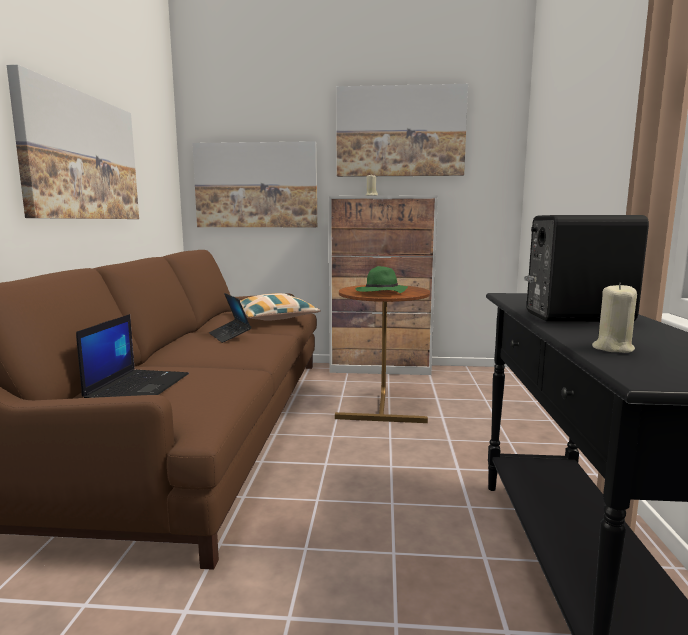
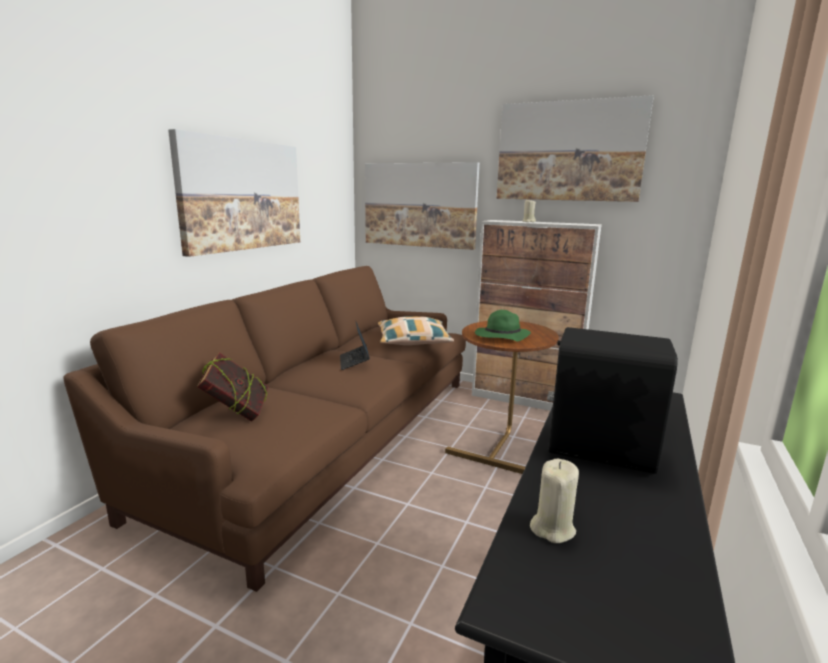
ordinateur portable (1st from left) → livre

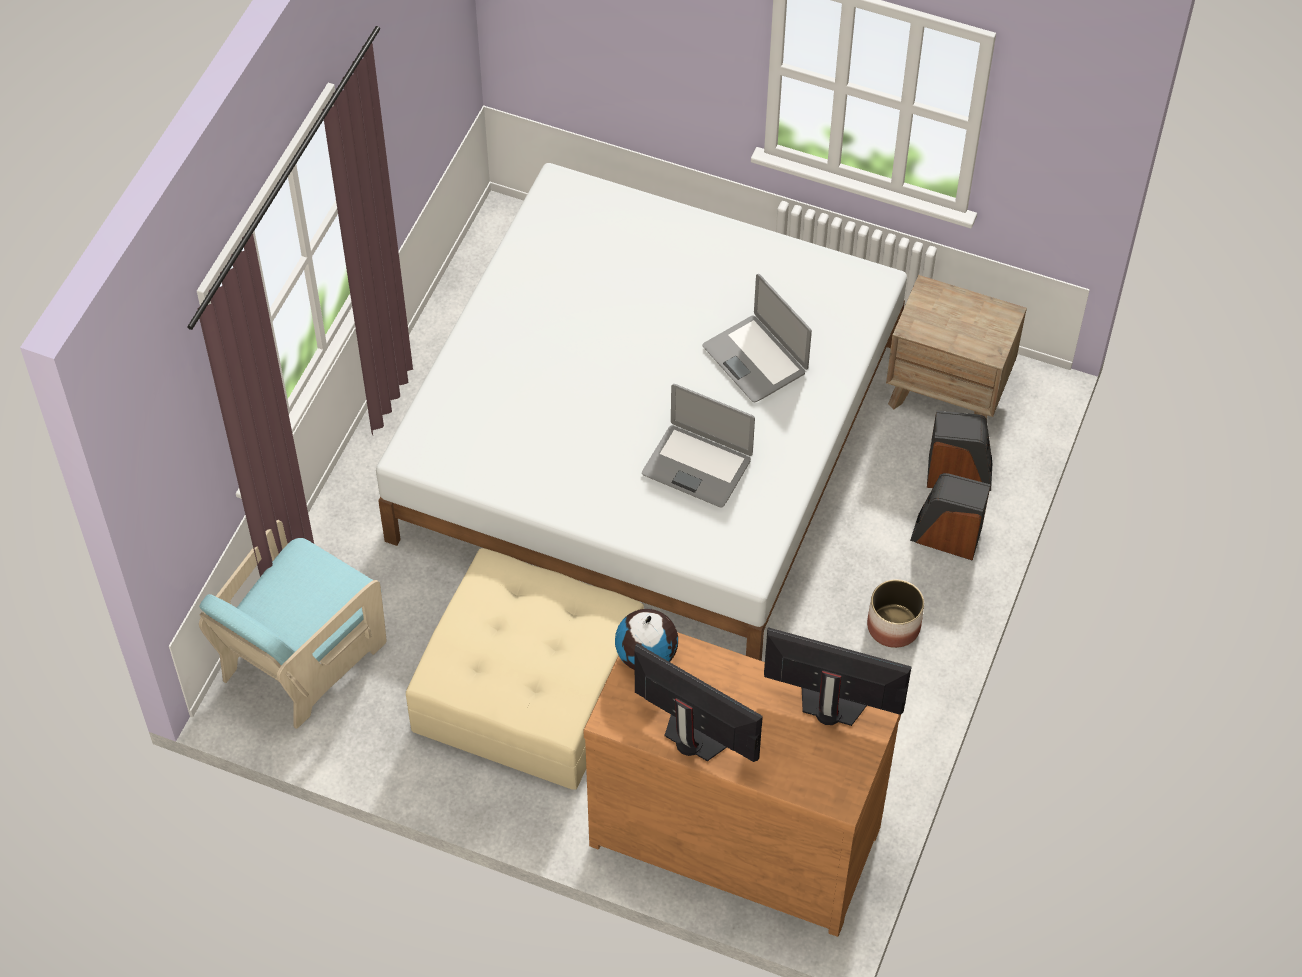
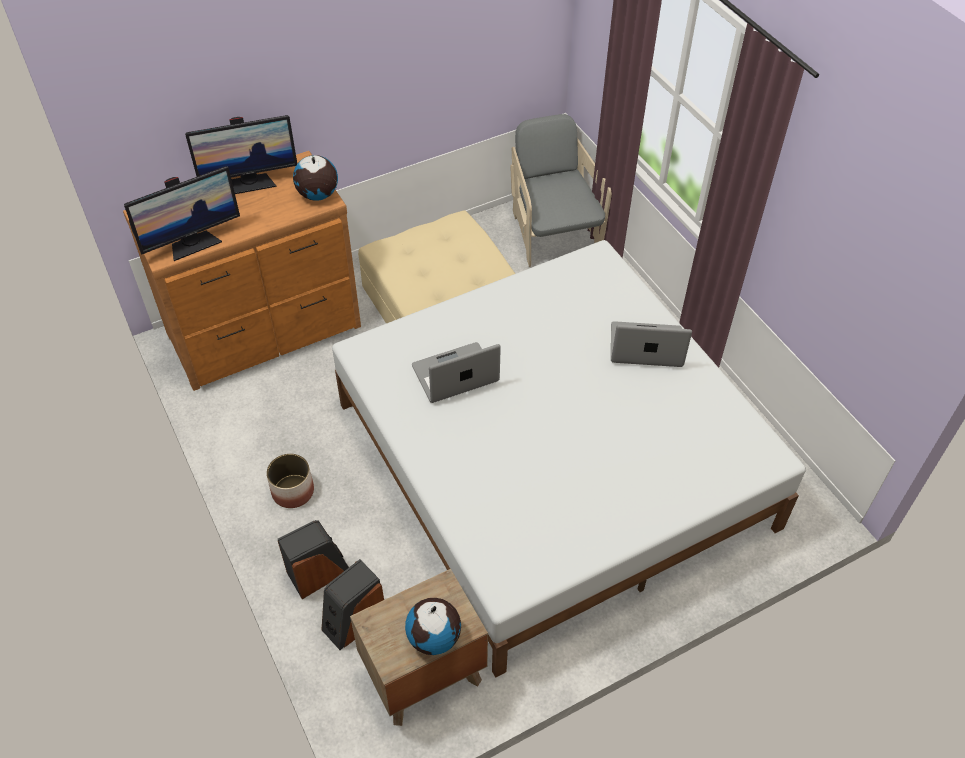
fauteuil [turquoise] → fauteuil [gris]
ordinateur portable (2nd from left), move
- → globe (2nd from left)

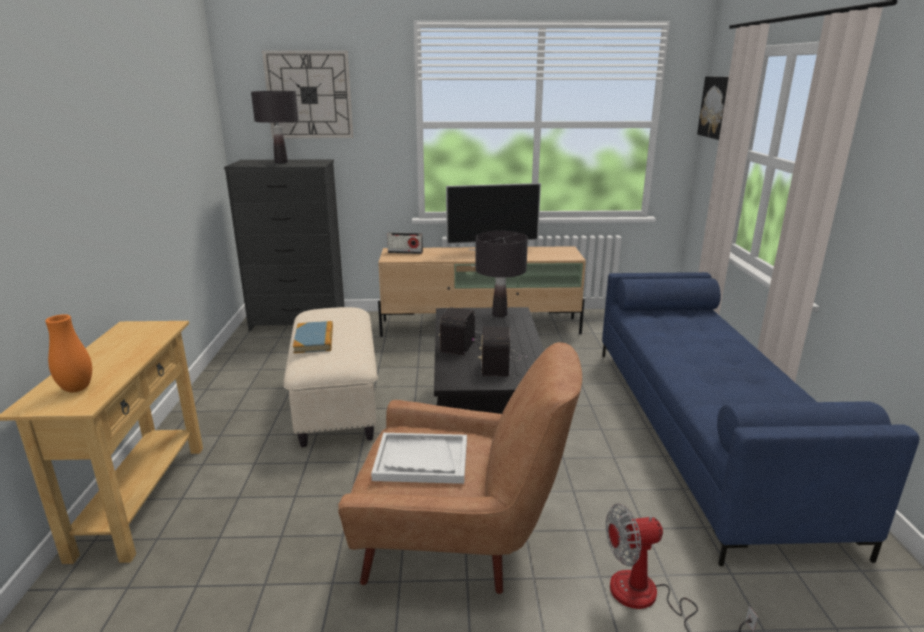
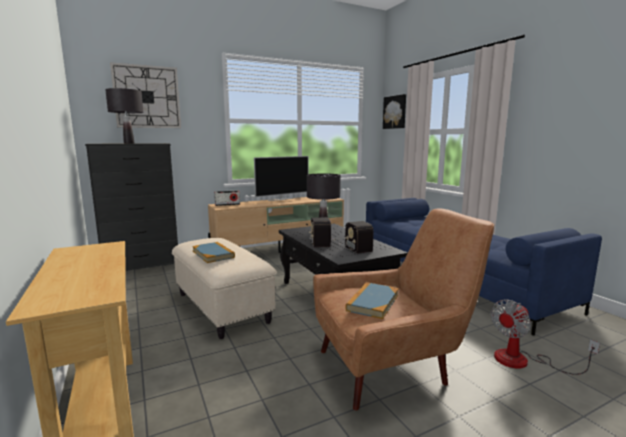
vase [orange] → -
plateau [blanc] → livre (2nd from left)

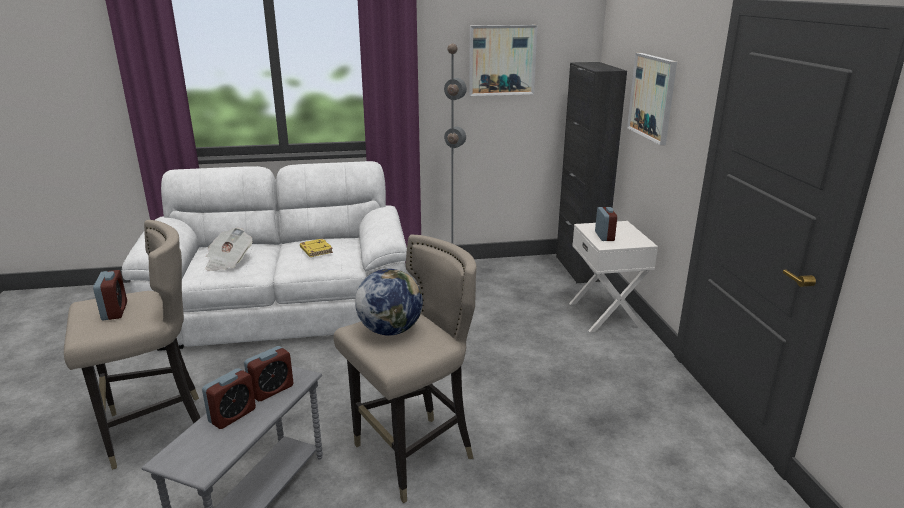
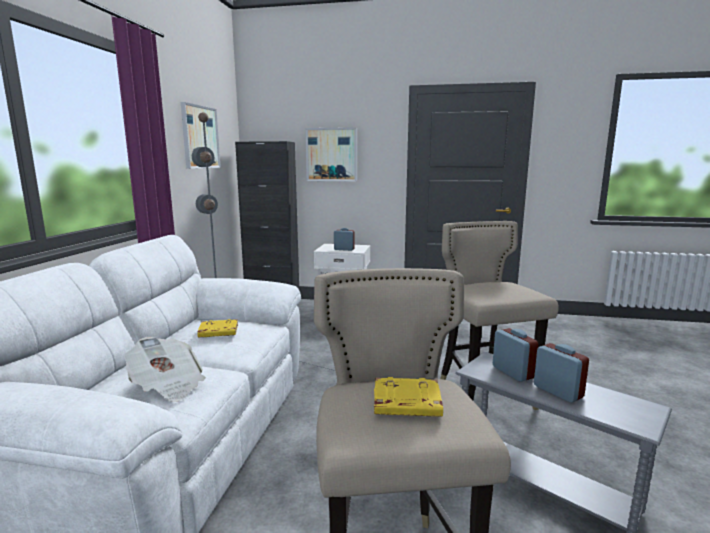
réveil (1st from left) → livre [jaune] (2nd from left)
globe → -

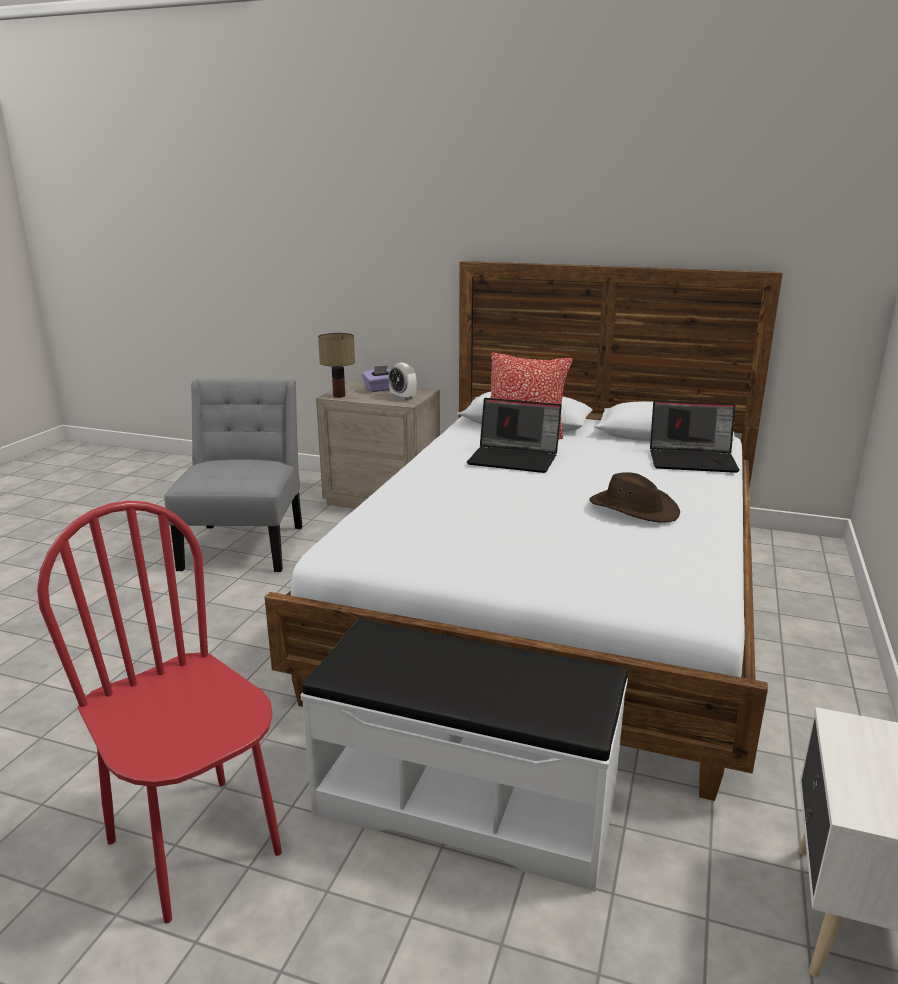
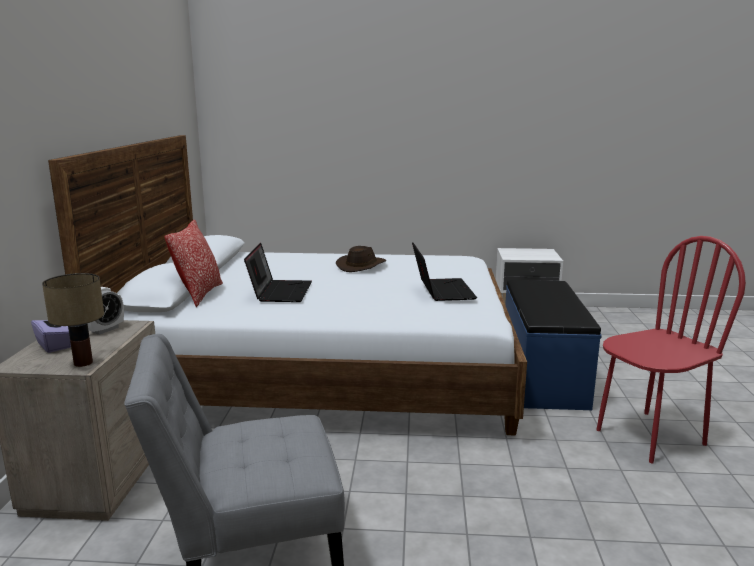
chaise [rouge], 150 degrees counterclockwise
banc [blanc] → banc [bleu]
ordinateur portable (2nd from left), move

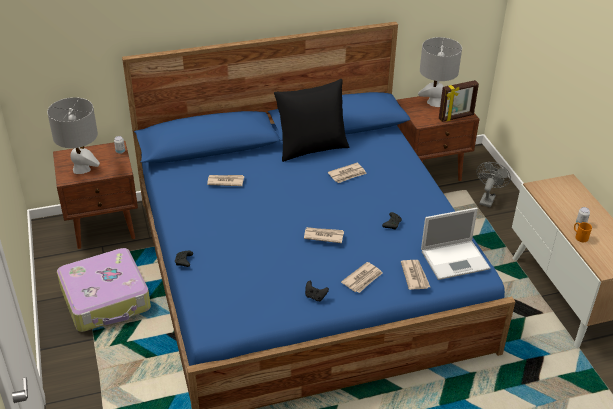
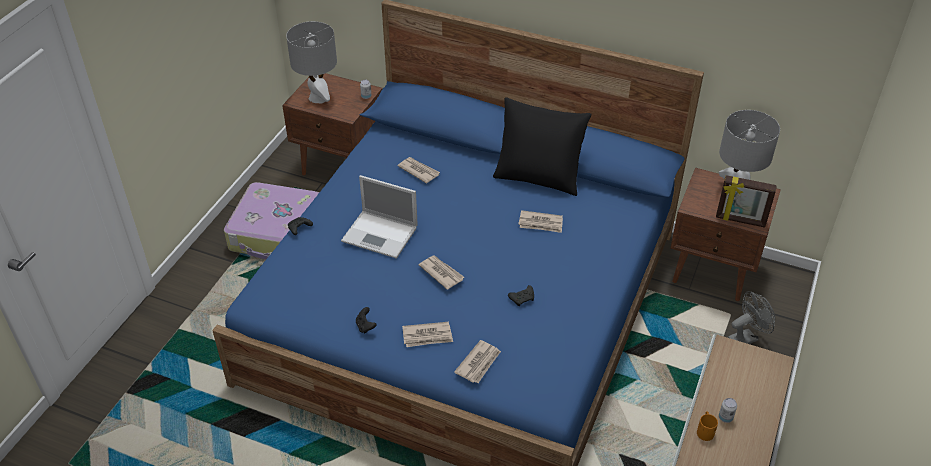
ordinateur portable, move

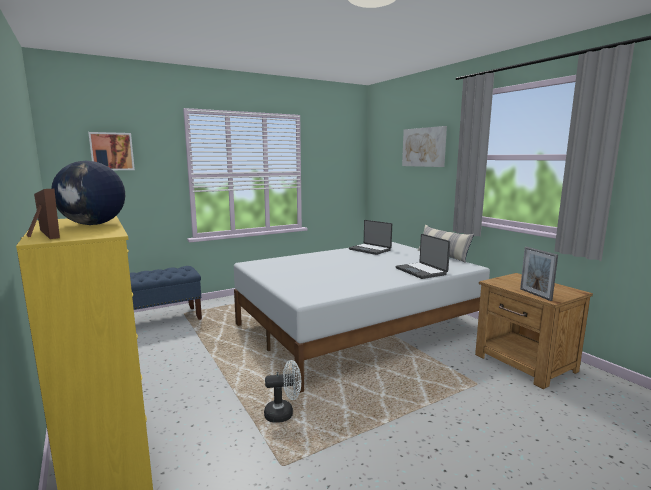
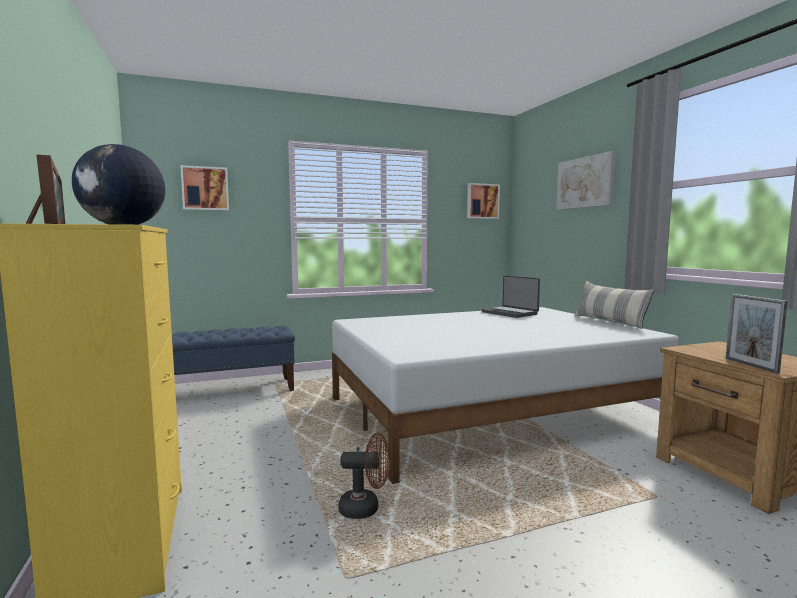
ventilateur [blanc] → ventilateur [marron]
ordinateur portable (2nd from left) → -
- → tableau (2nd from left)

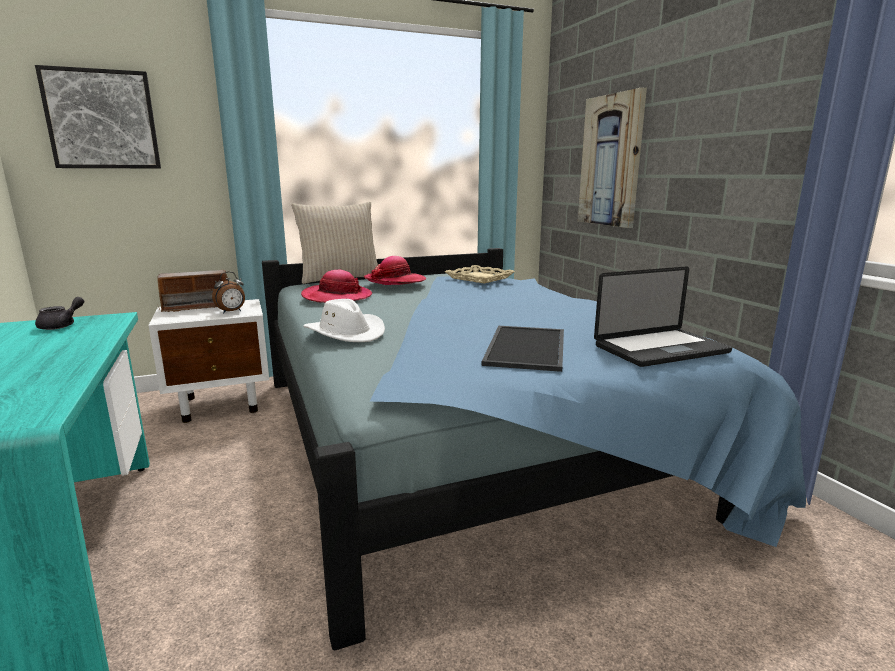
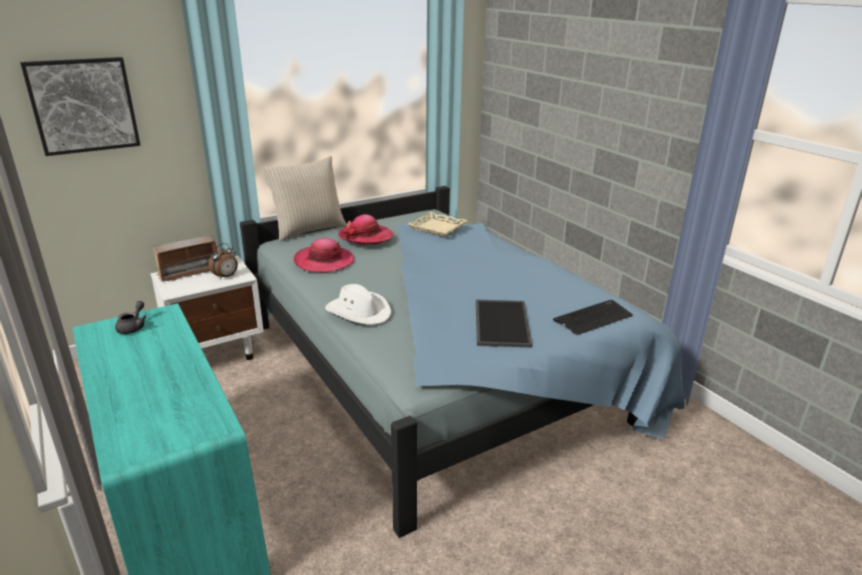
tableau (2nd from left) → -
ordinateur portable → clavier

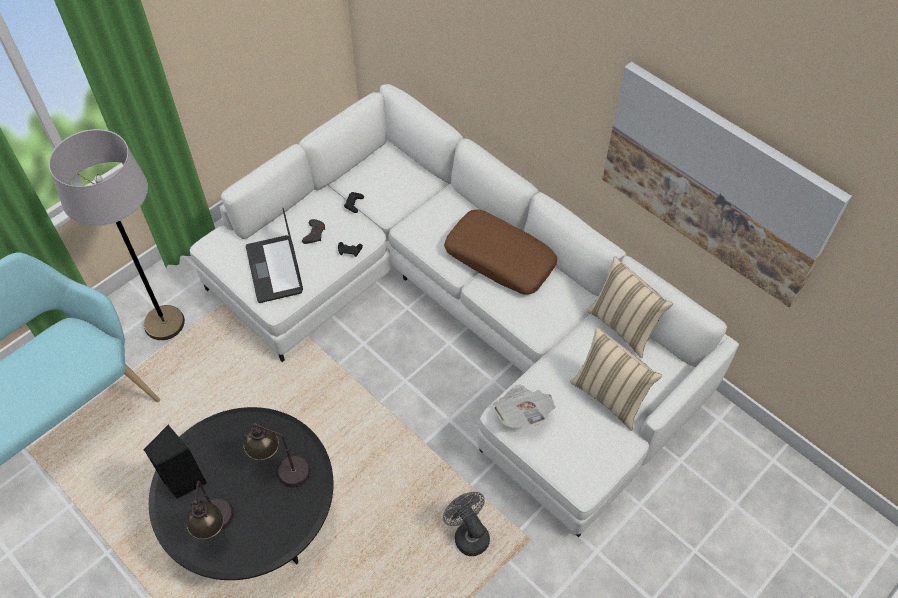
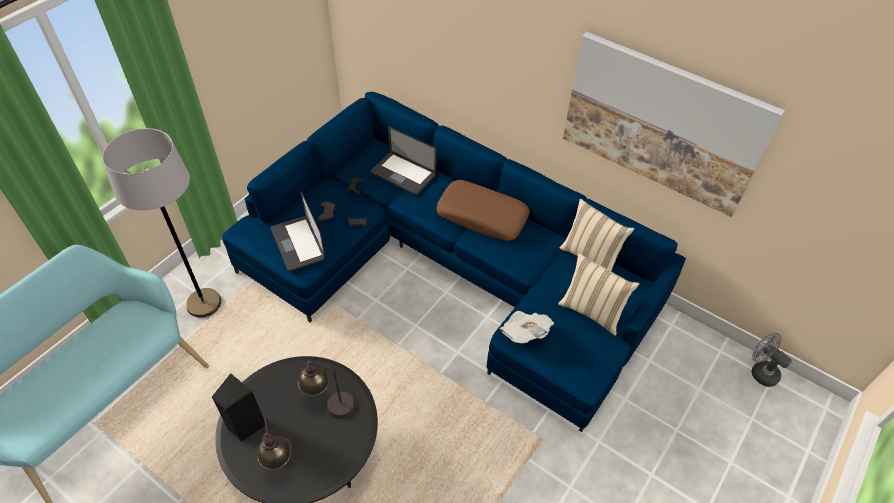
canapé [blanc] → canapé [bleu]
ventilateur [gris], move
- → ordinateur portable (2nd from left)

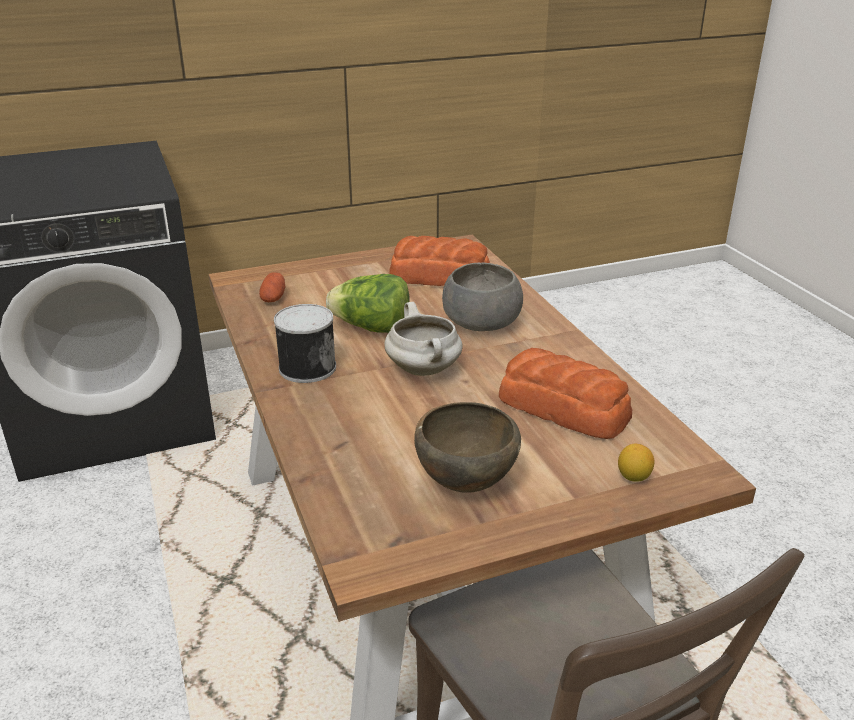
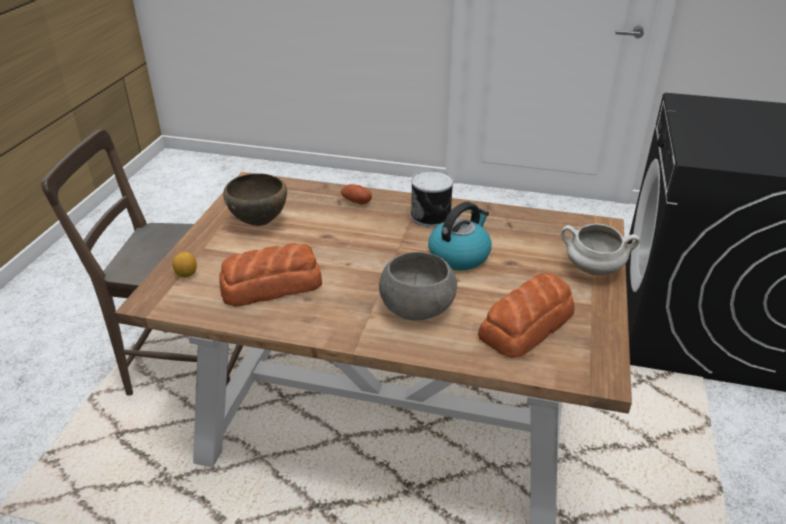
pomme de terre, move
laitue → bouilloire
marmite [blanc], move

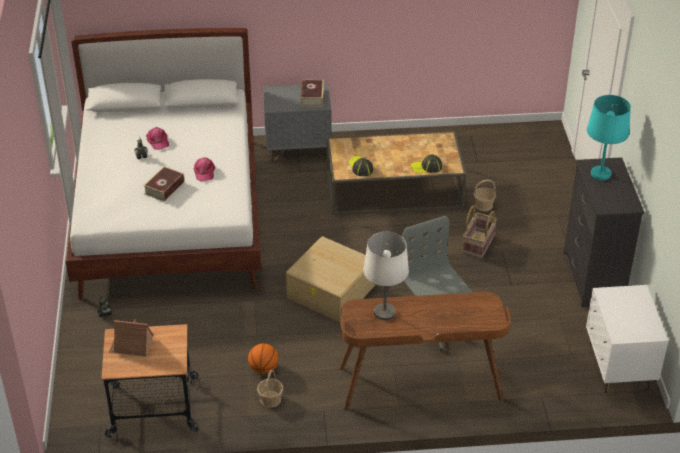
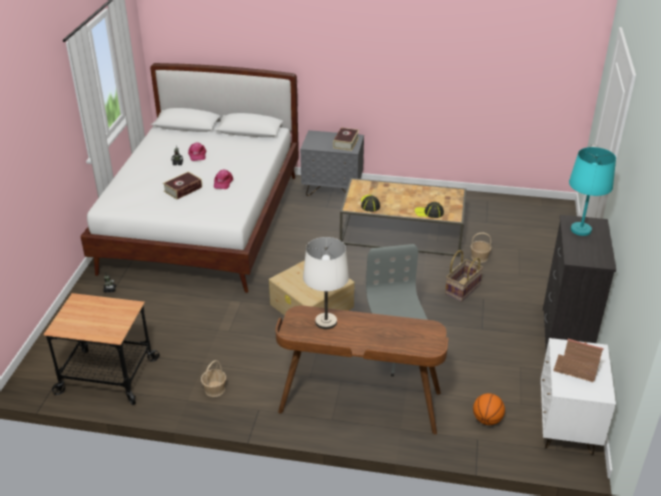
maison miniature, move
ballon de basket, move

